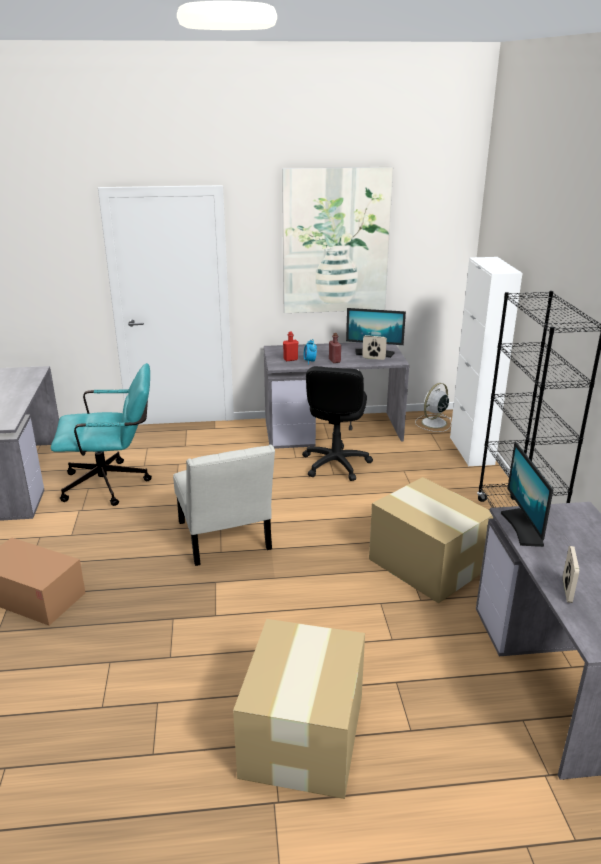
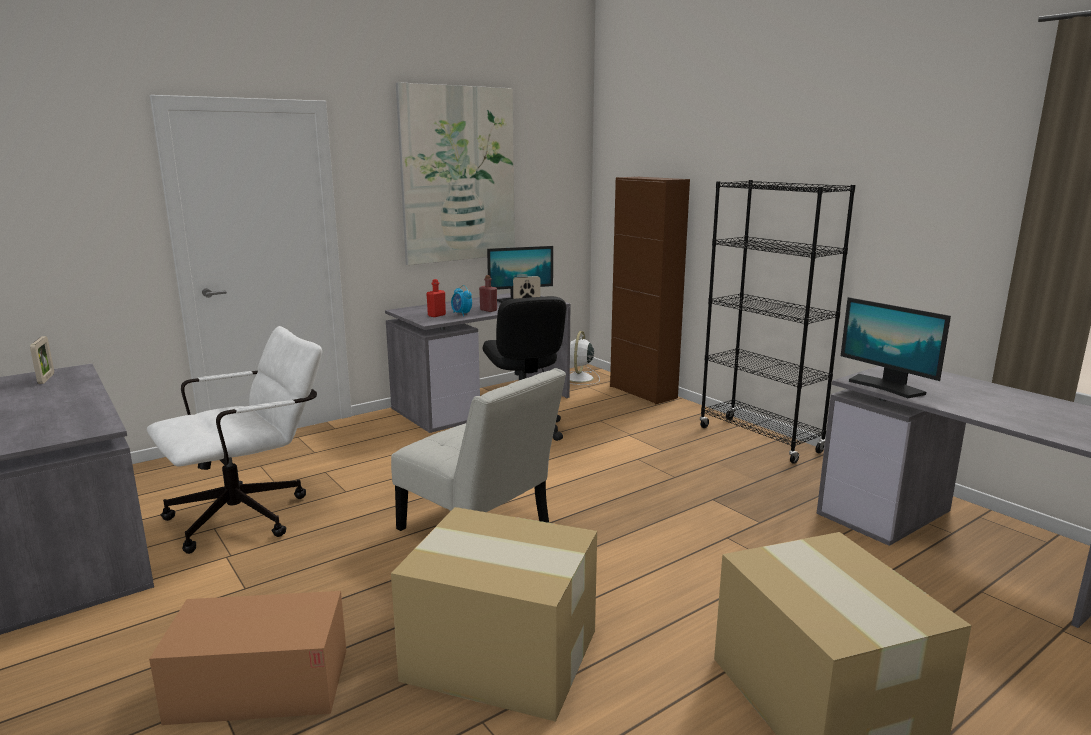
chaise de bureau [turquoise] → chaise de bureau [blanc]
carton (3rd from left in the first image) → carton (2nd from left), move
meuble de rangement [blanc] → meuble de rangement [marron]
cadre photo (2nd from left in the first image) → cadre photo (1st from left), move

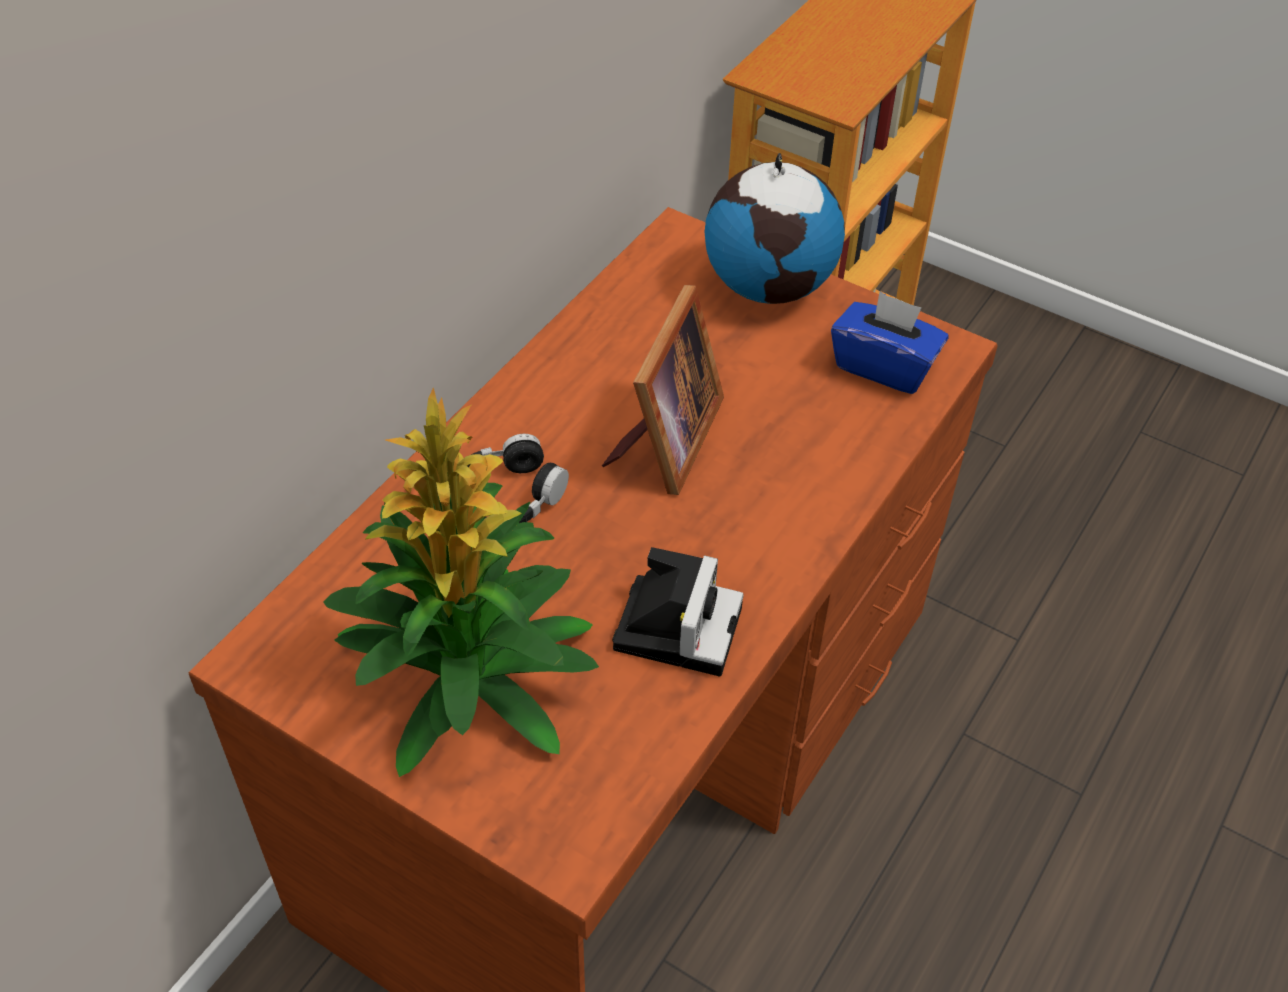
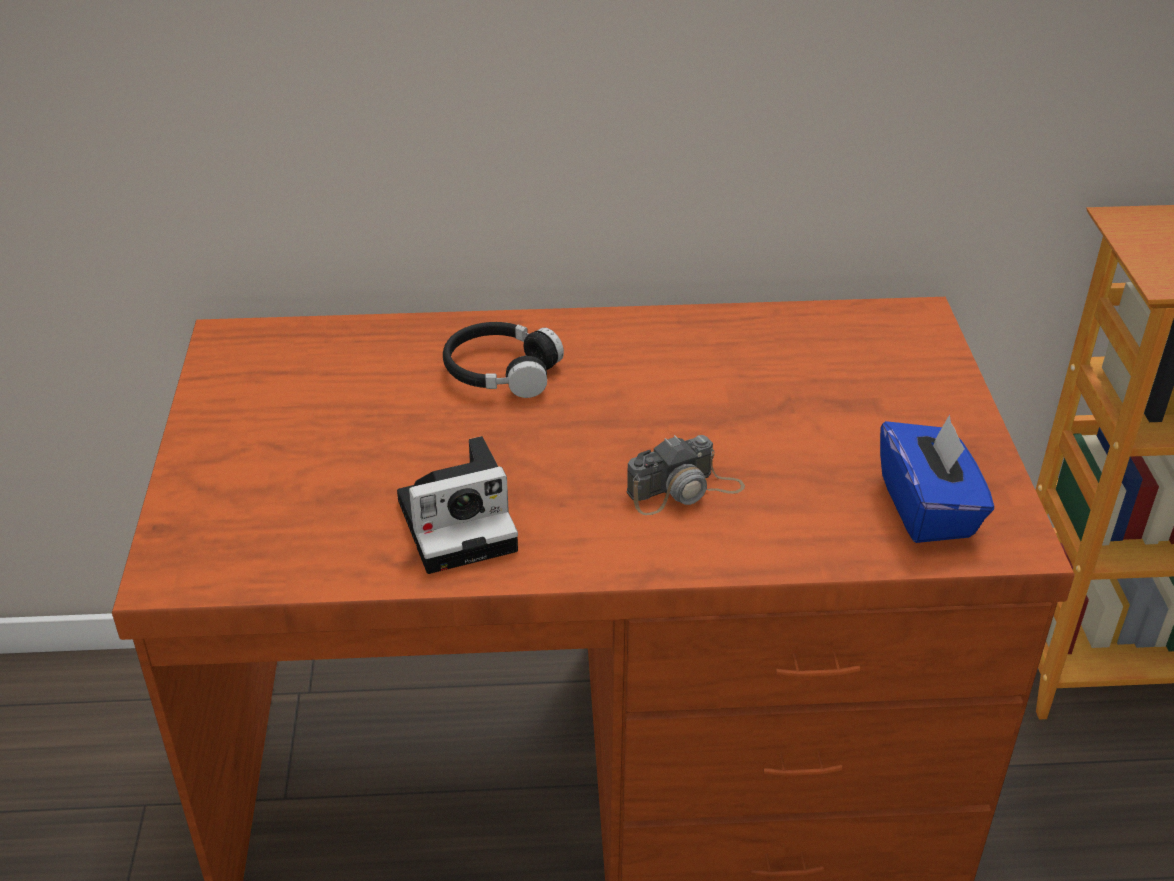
plante en pot → -
cadre photo → -
globe → -
- → appareil photo (2nd from left)

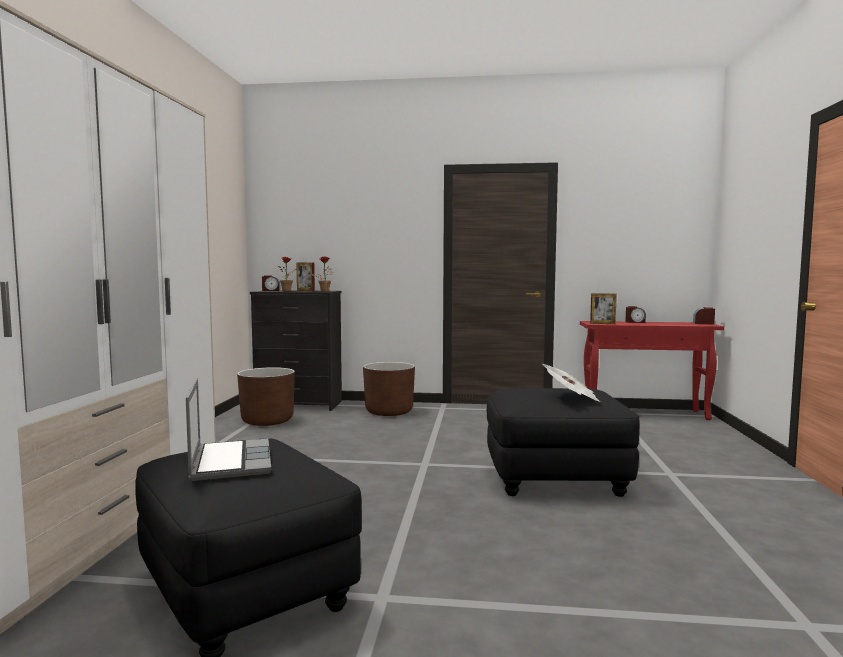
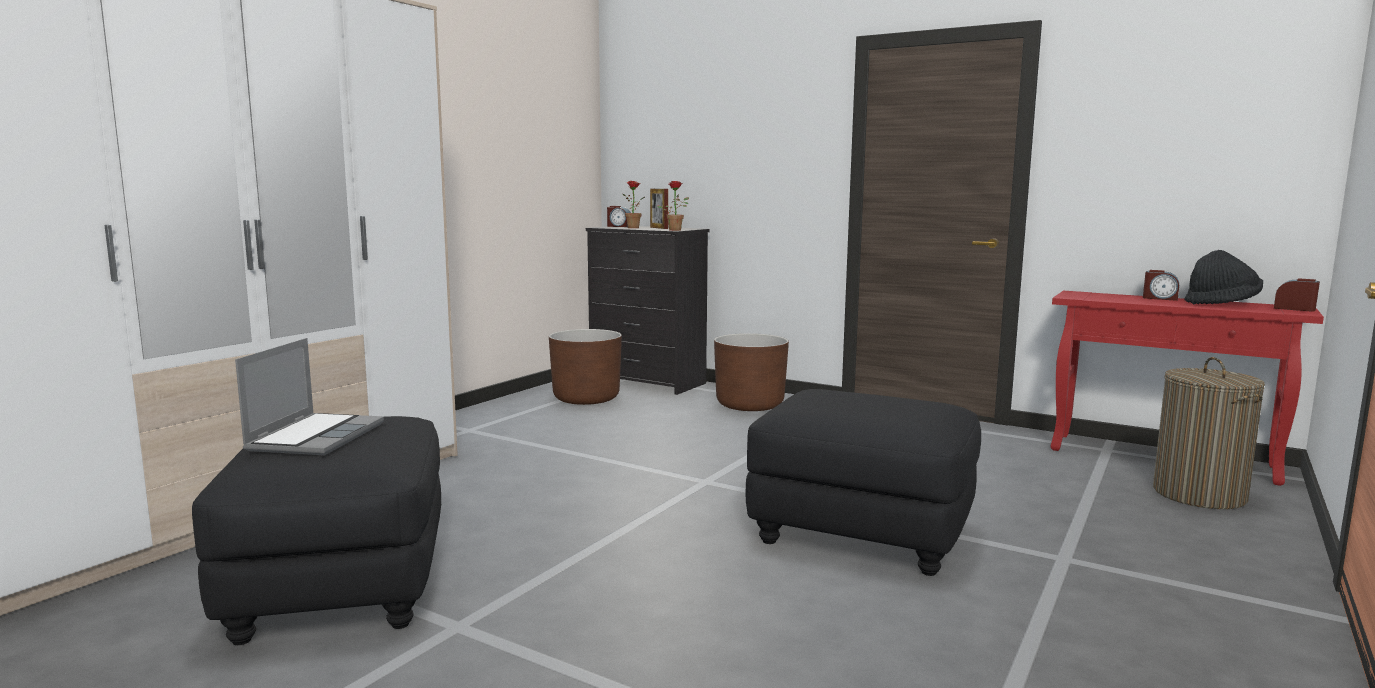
journal → -
cadre photo (2nd from left) → -
- → panier à linge
- → chapeau [noir]

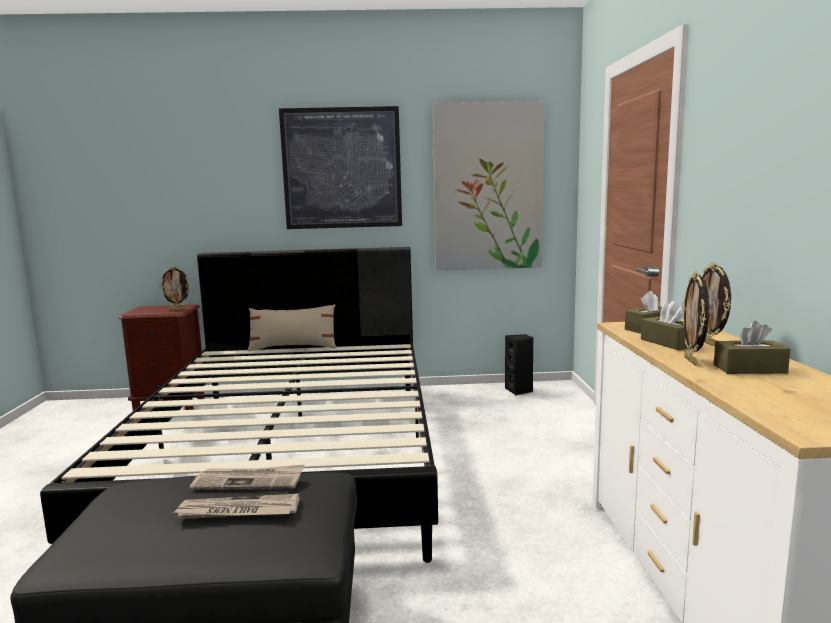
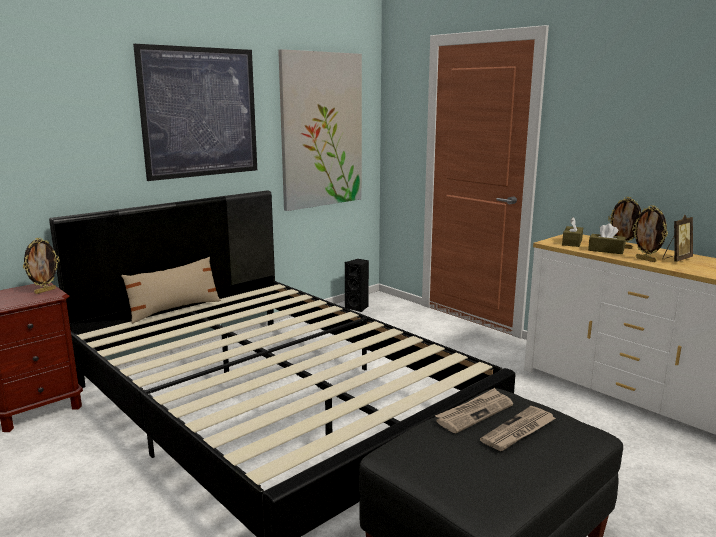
boîte à mouchoirs [marron] (3rd from left) → cadre photo (4th from left)

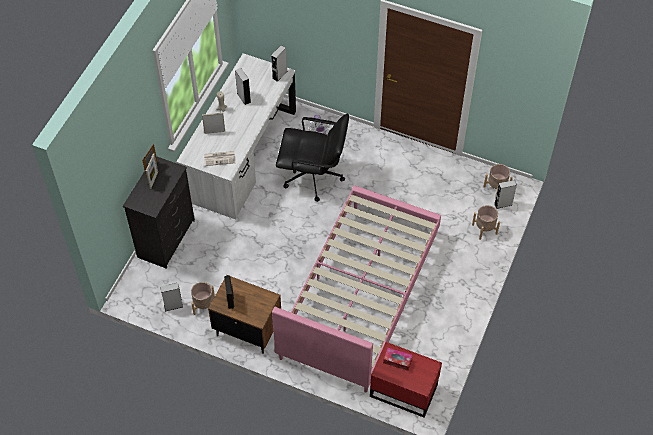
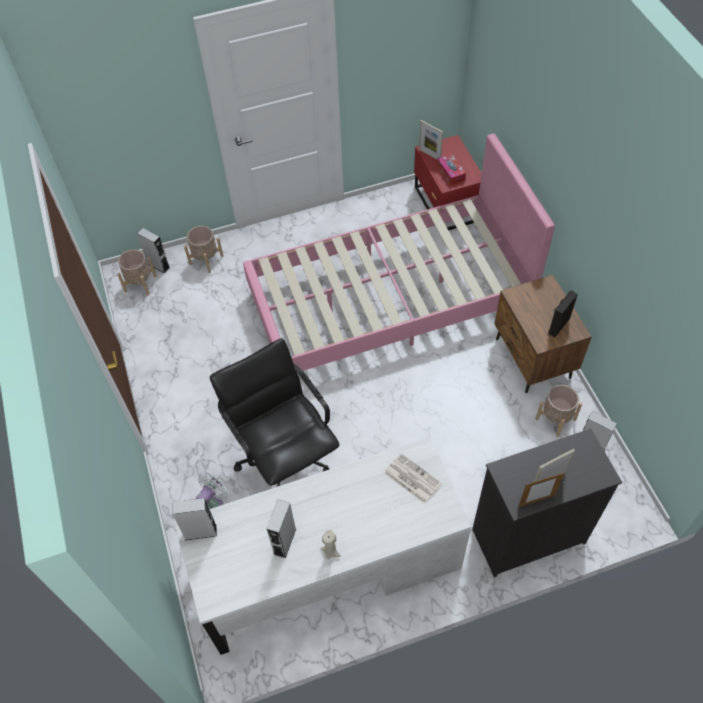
cadre photo (3rd from left in the first image) → cadre photo (1st from left), move

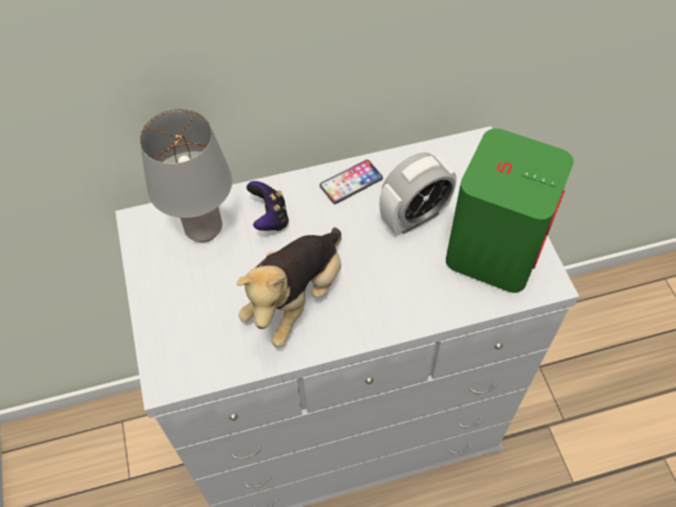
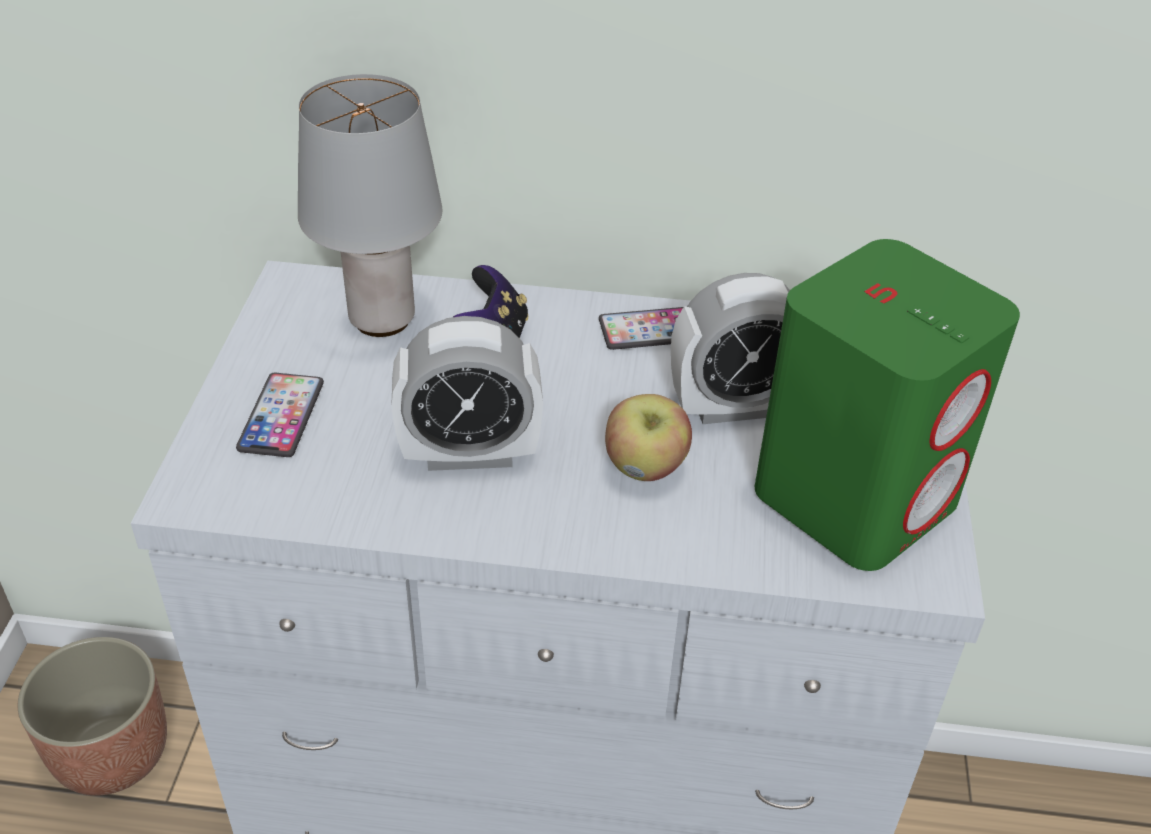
peluche → réveil (1st from left)
- → cache-pot
- → téléphone (1st from left)
- → pomme

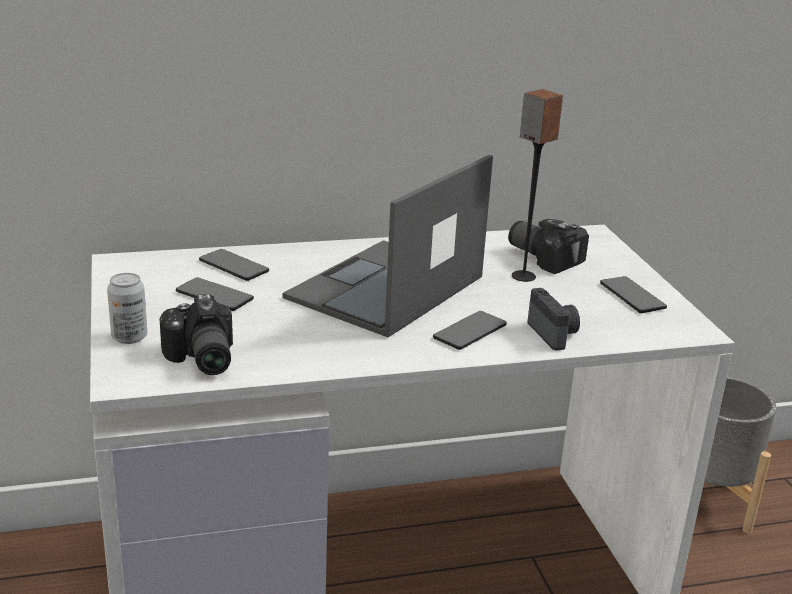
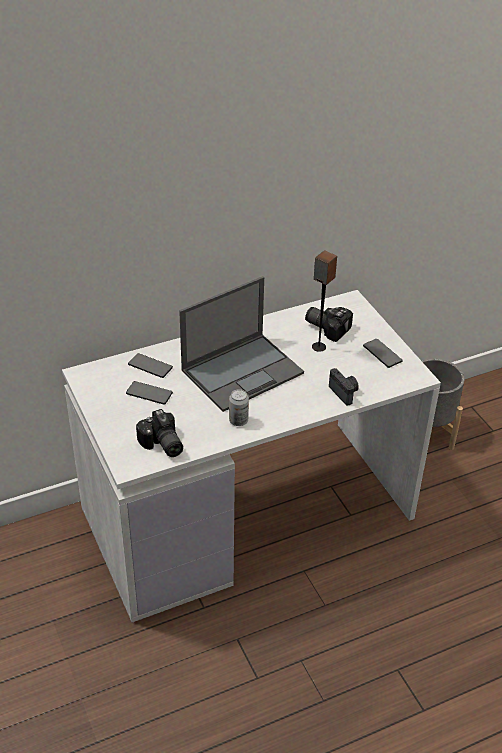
boîte métallique, move
ordinateur portable, 150 degrees counterclockwise
téléphone (3rd from left) → -

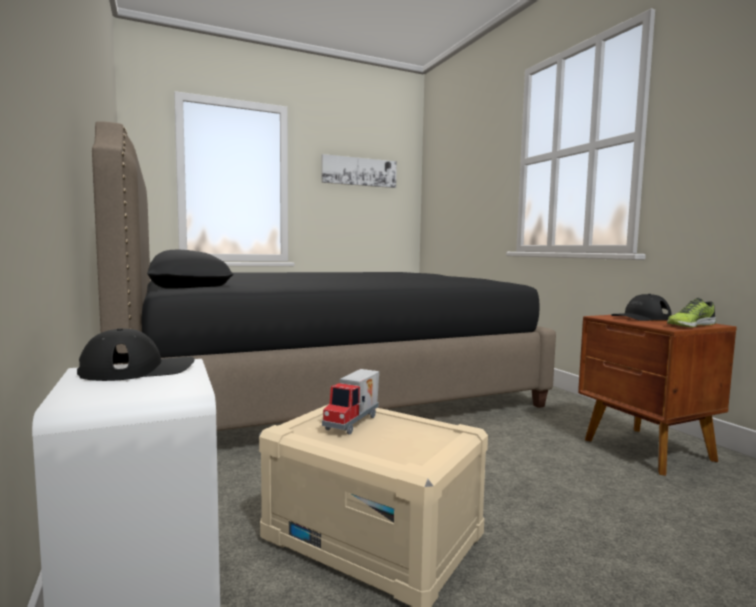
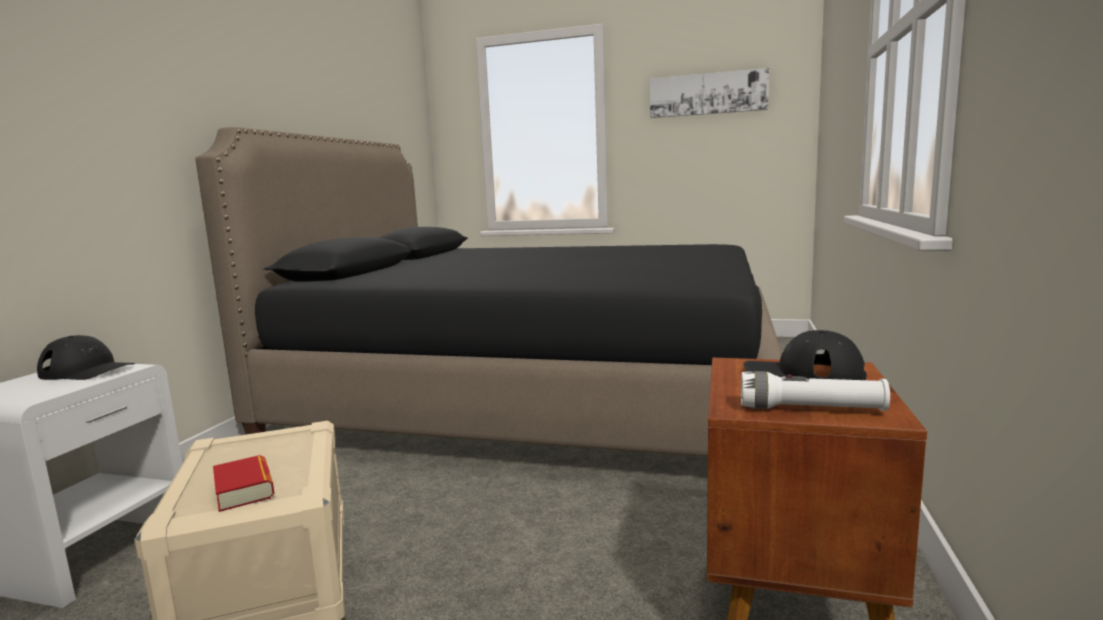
camion jouet → -
chaussure → lampe de poche [blanc]
- → livre

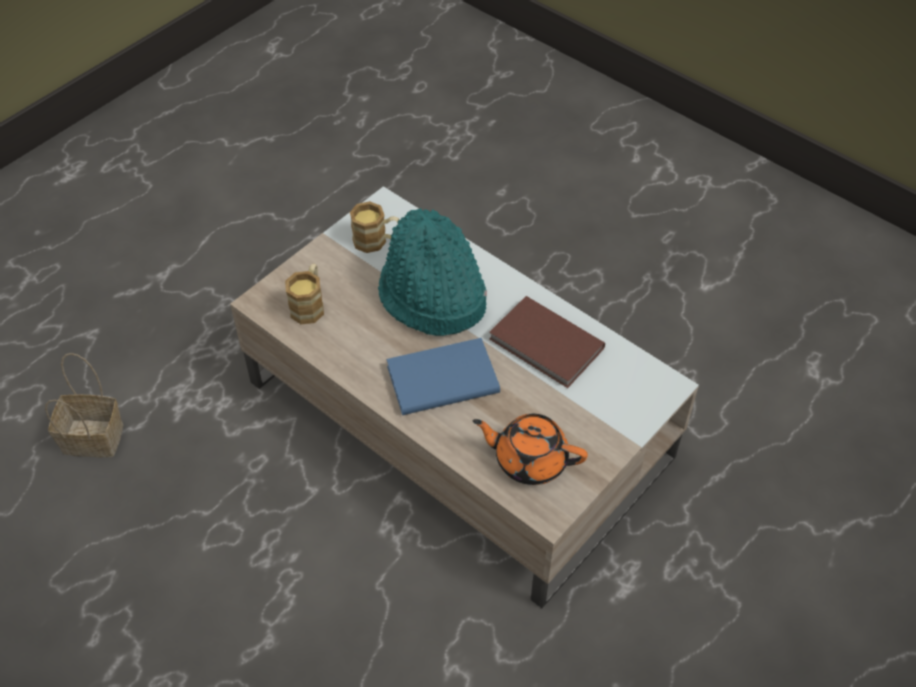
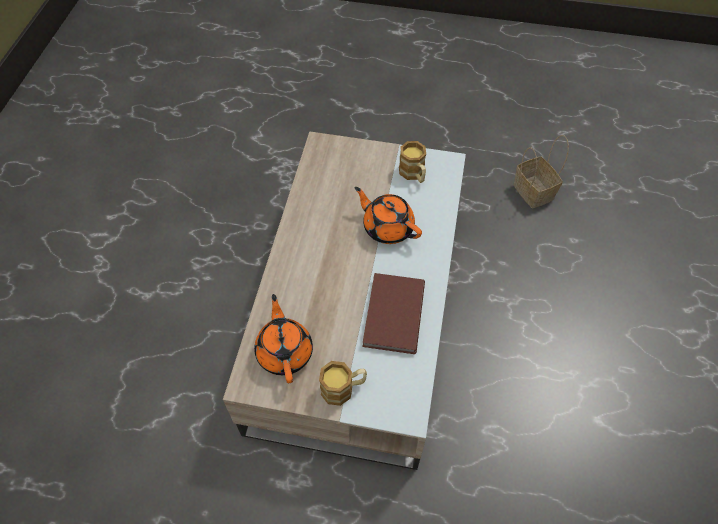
panier, move
mug (1st from left), move
chapeau [turquoise] → théière [orange] (2nd from left)
livre [bleu] → -

